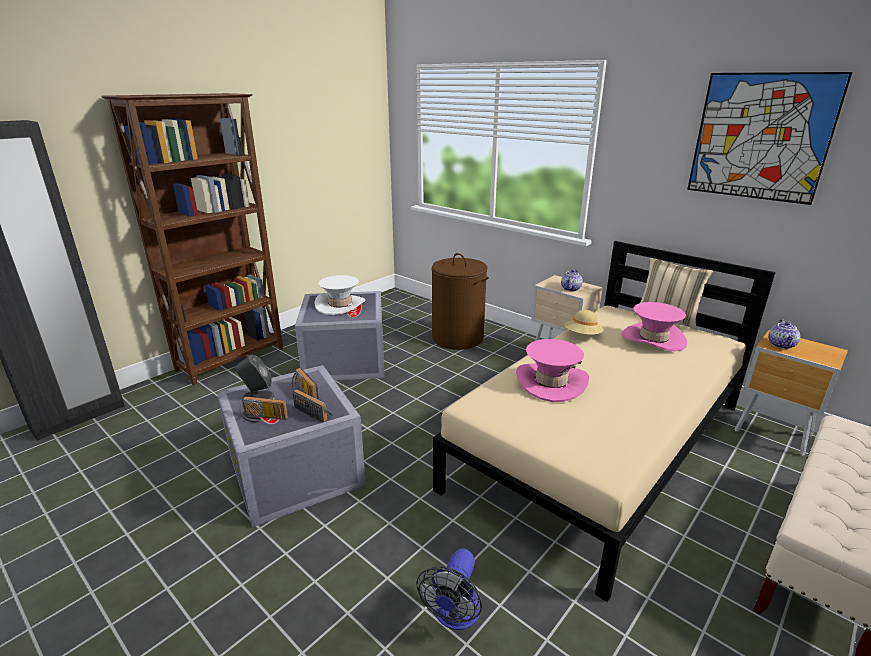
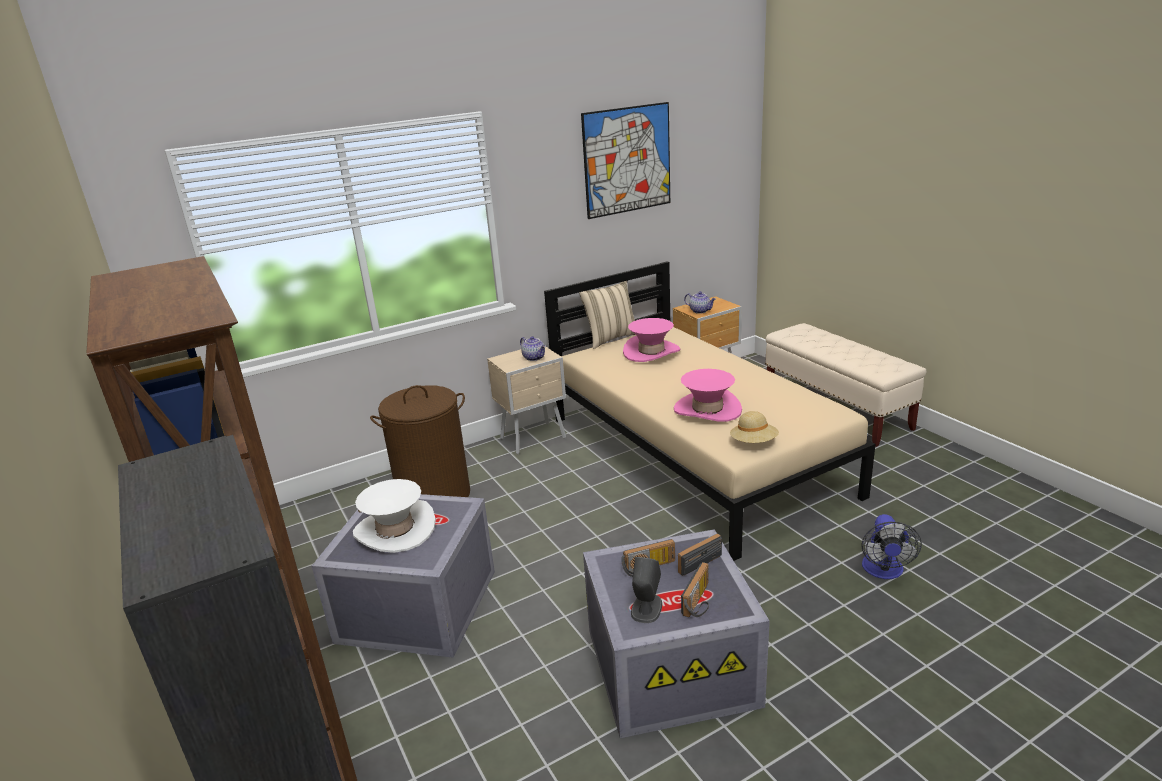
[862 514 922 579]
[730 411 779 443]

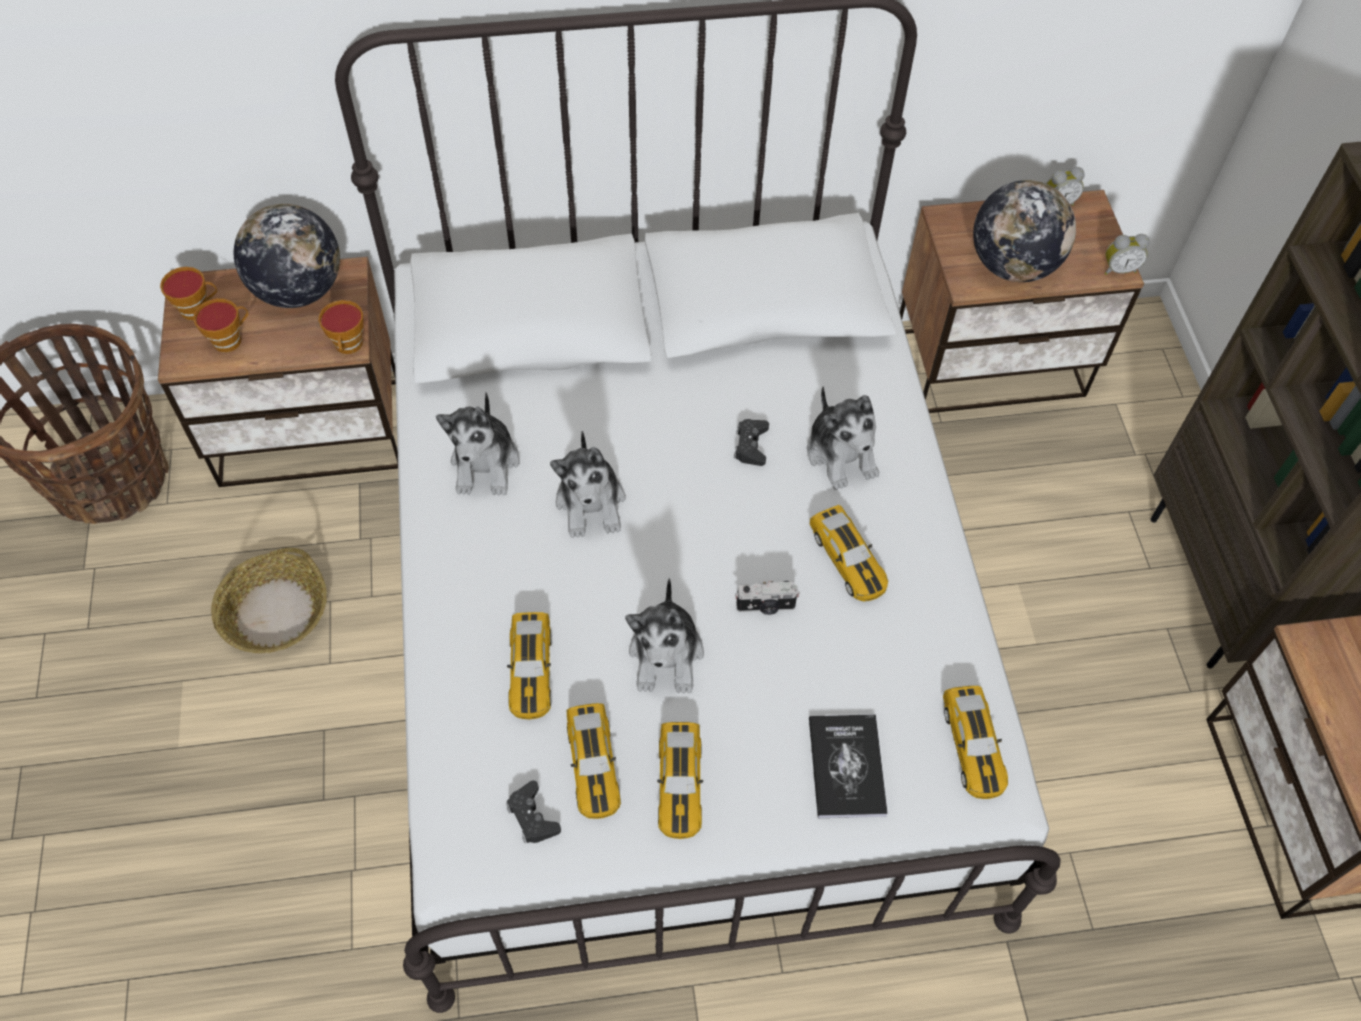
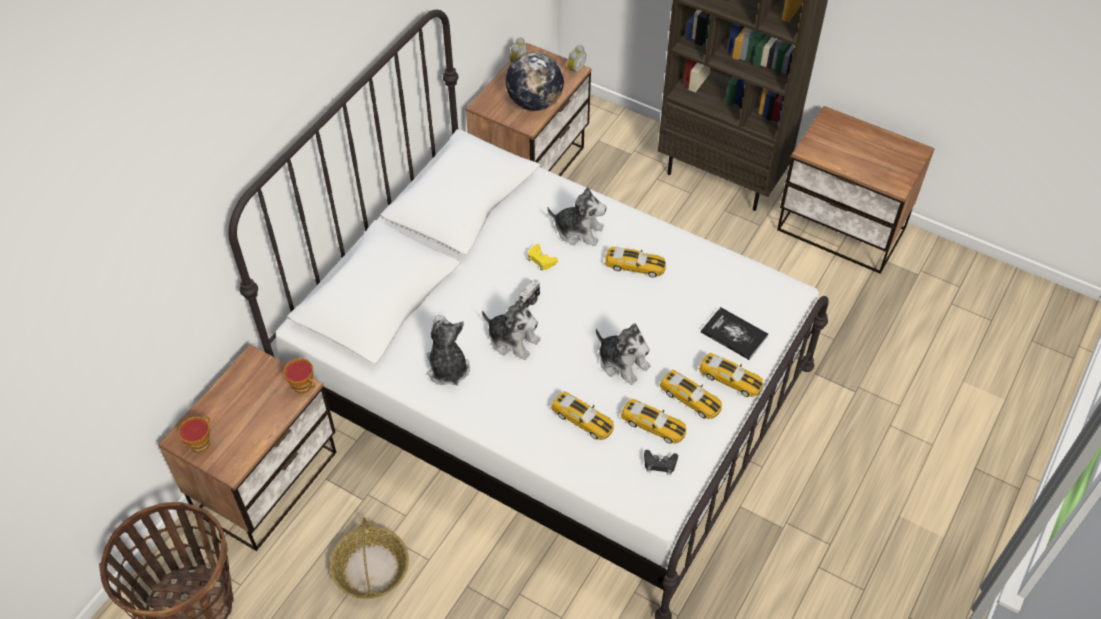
[193 298 249 352] (first image)
[234 204 340 308] (first image)
[426 315 470 385]
[527 244 558 271]
[516 279 540 308]
[699 353 763 397]

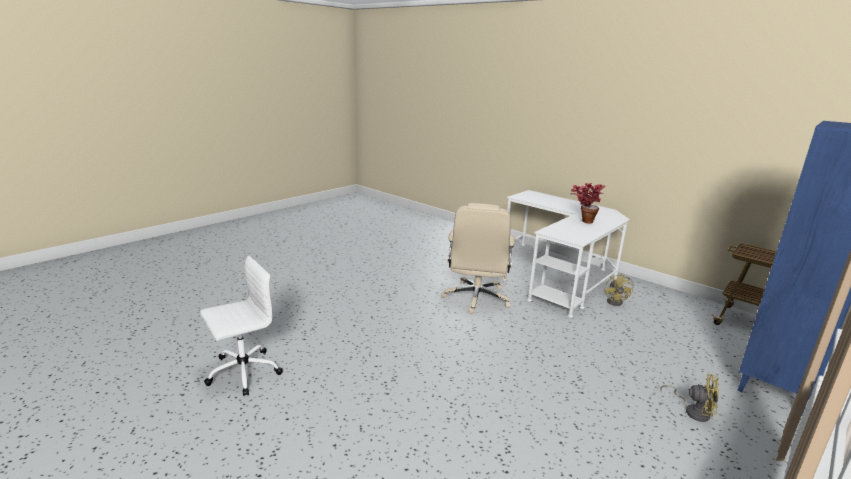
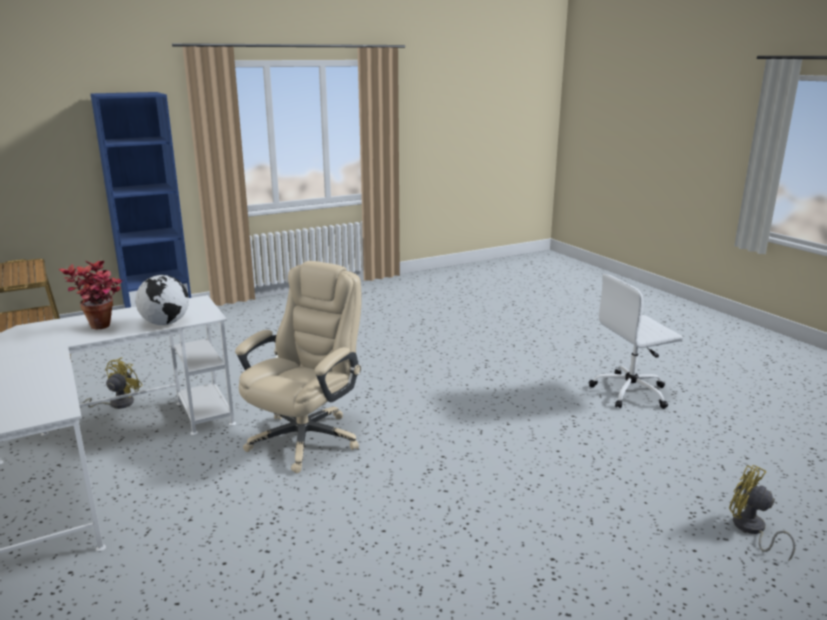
[729 465 795 562]
[135 275 189 325]

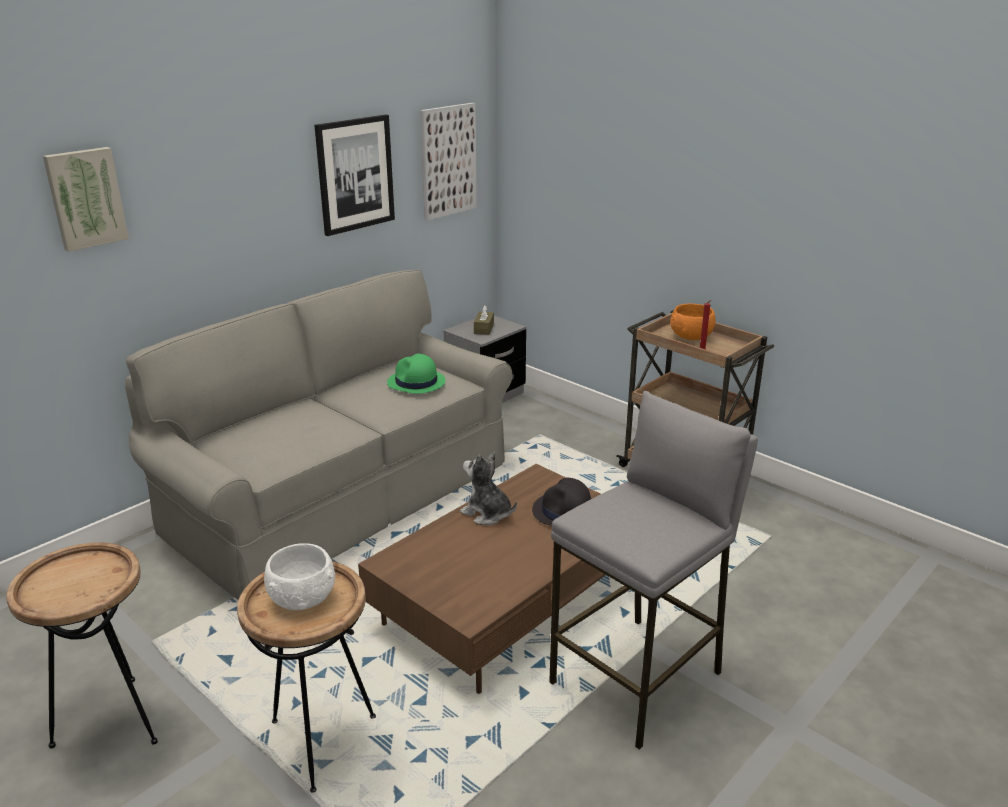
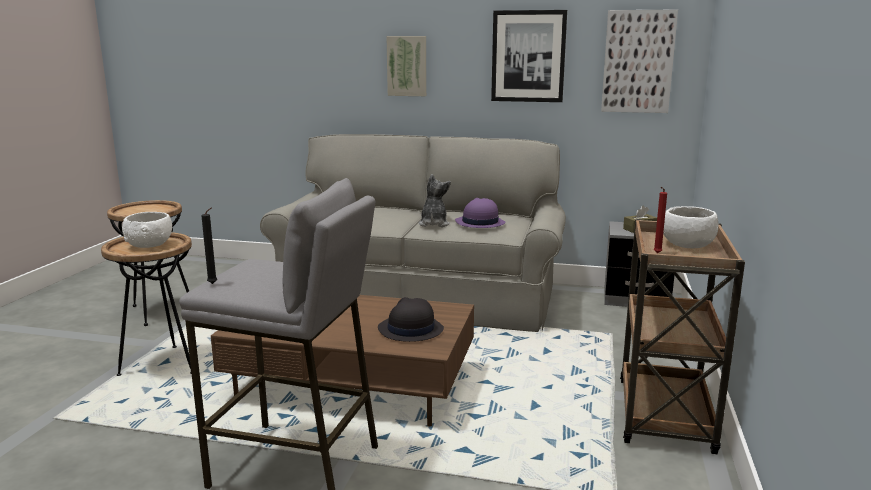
[386 36 426 96]
[455 198 506 228]
[419 174 451 227]
[663 206 718 248]
[201 208 217 284]

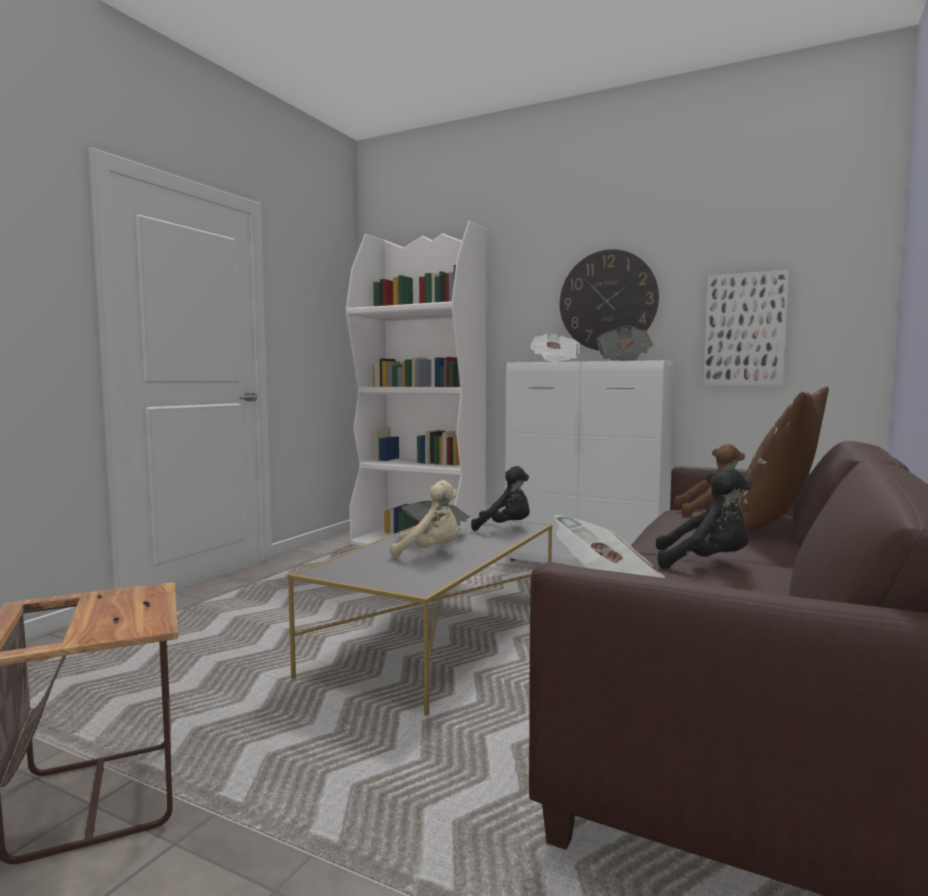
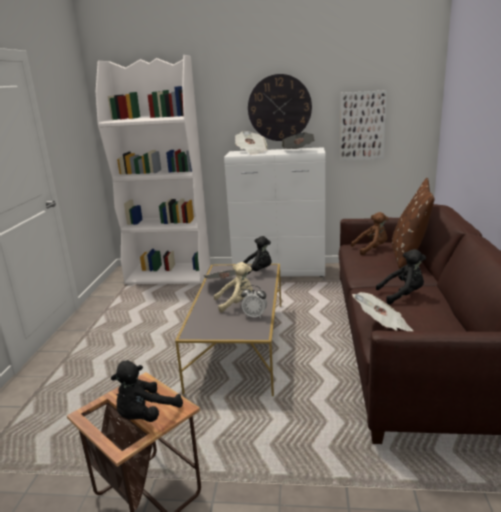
[111 360 183 422]
[241 285 267 318]

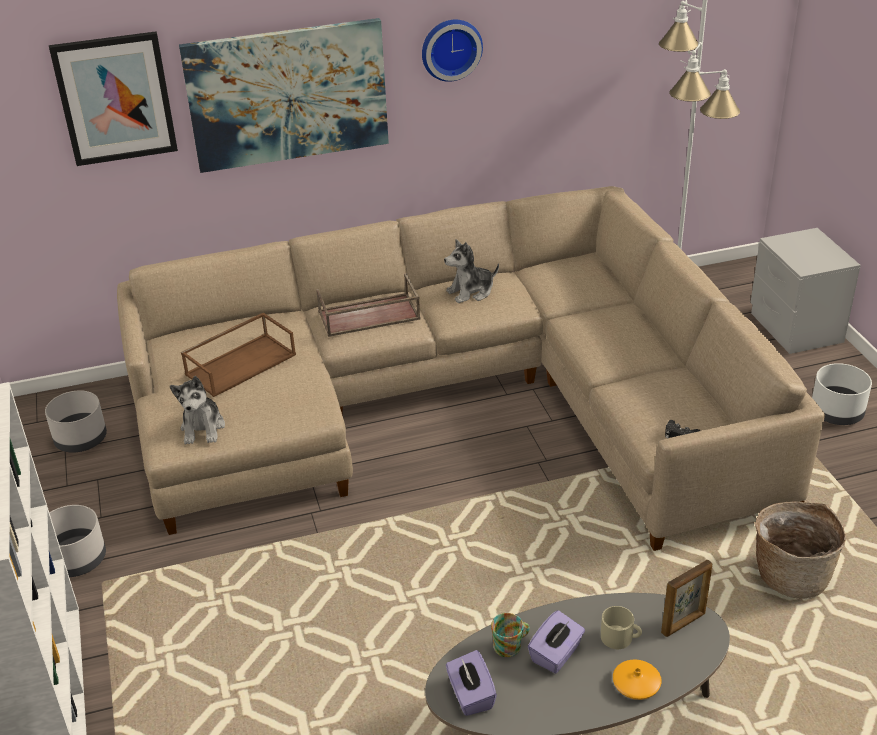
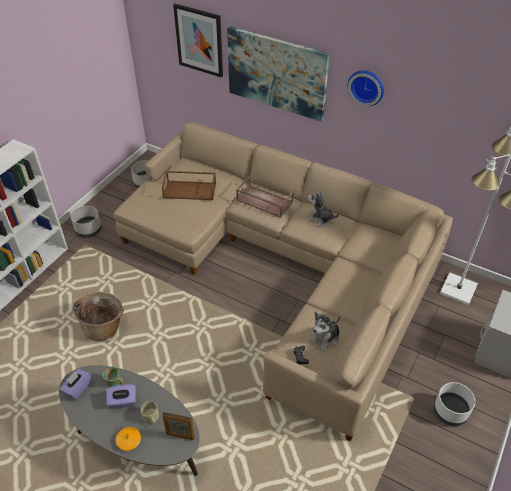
[309 312 340 352]
[73 292 124 341]

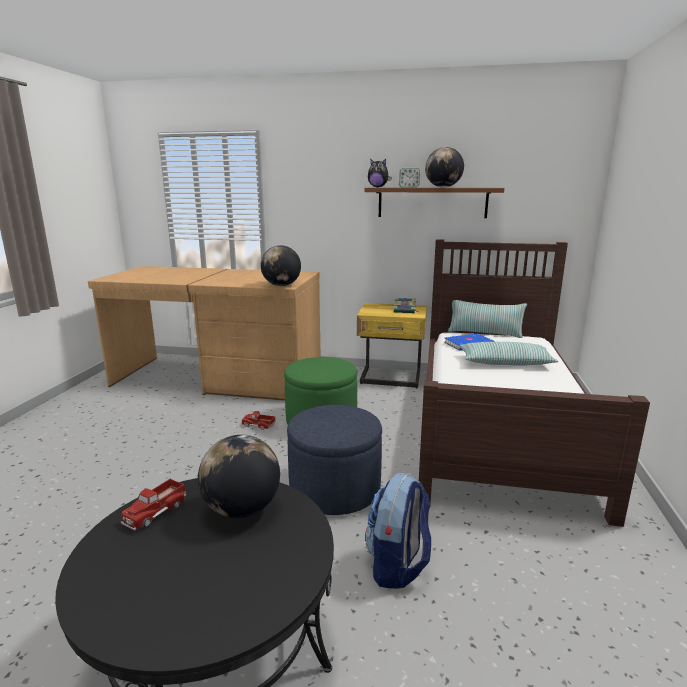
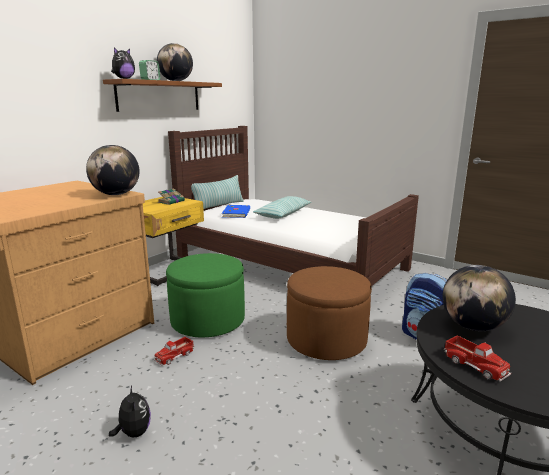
[287 266 372 360]
[109 385 151 437]

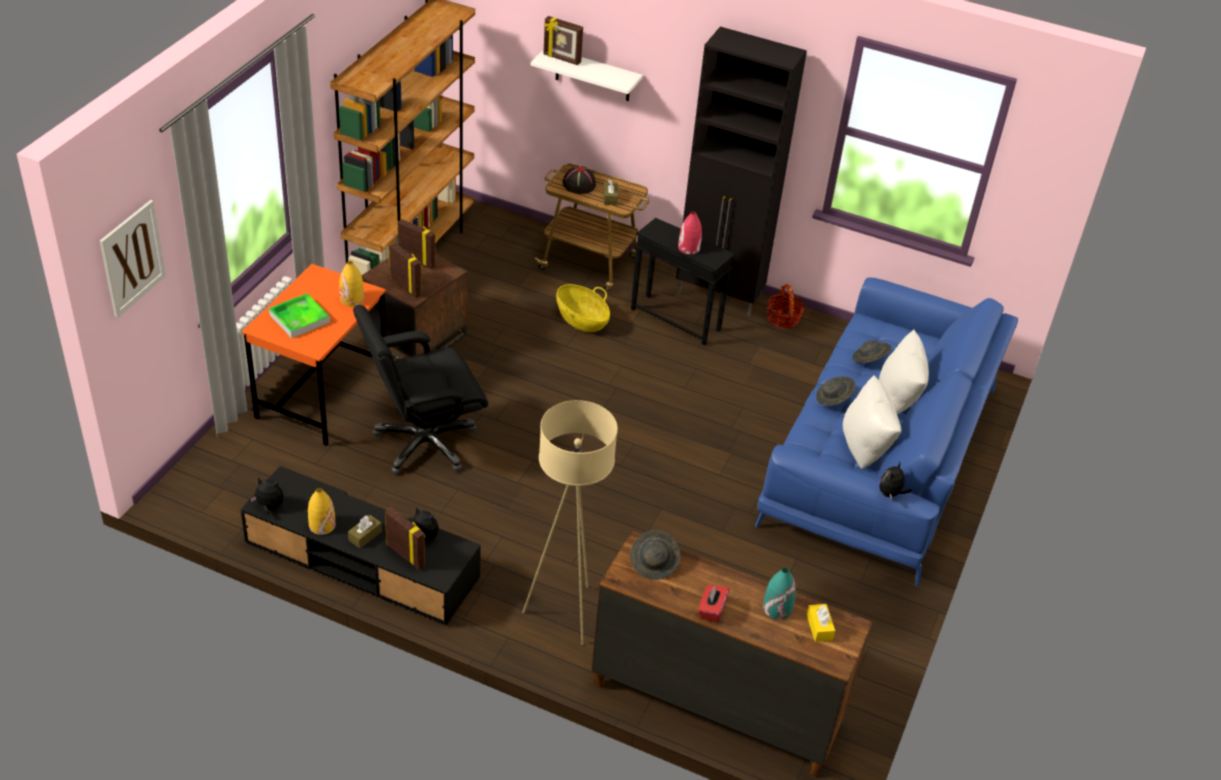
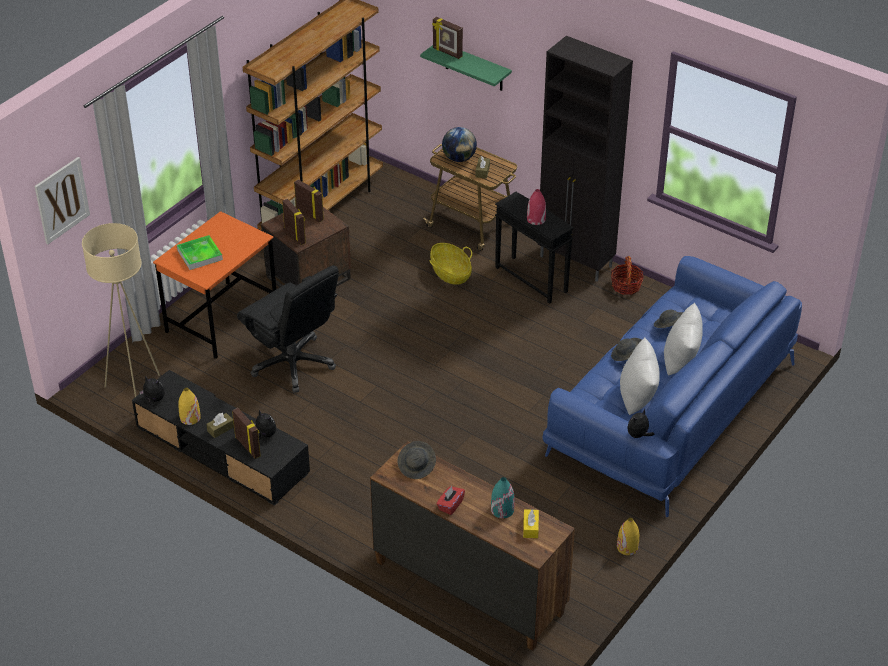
[617 518 639 555]
[237 265 339 393]
[82 223 160 397]
[420 45 512 91]
[442 127 477 162]

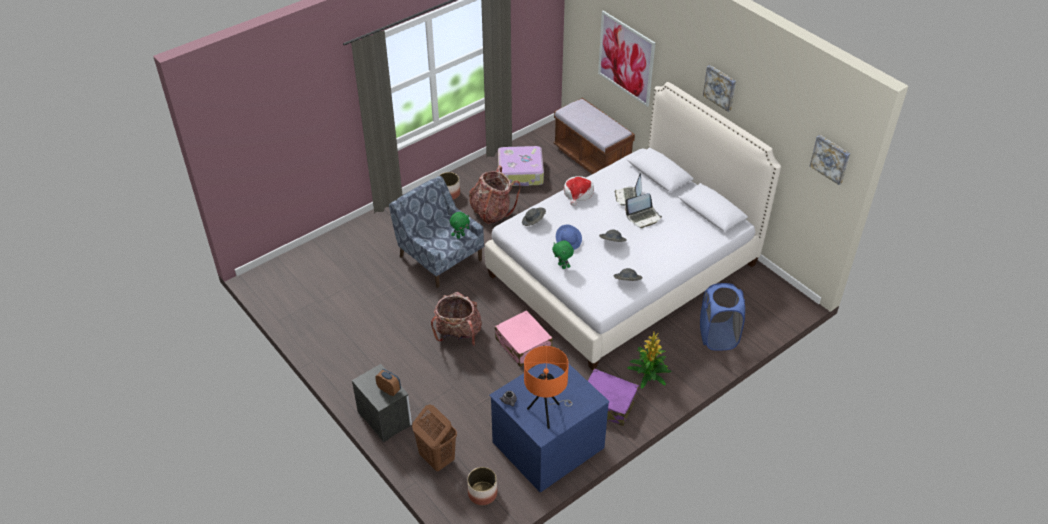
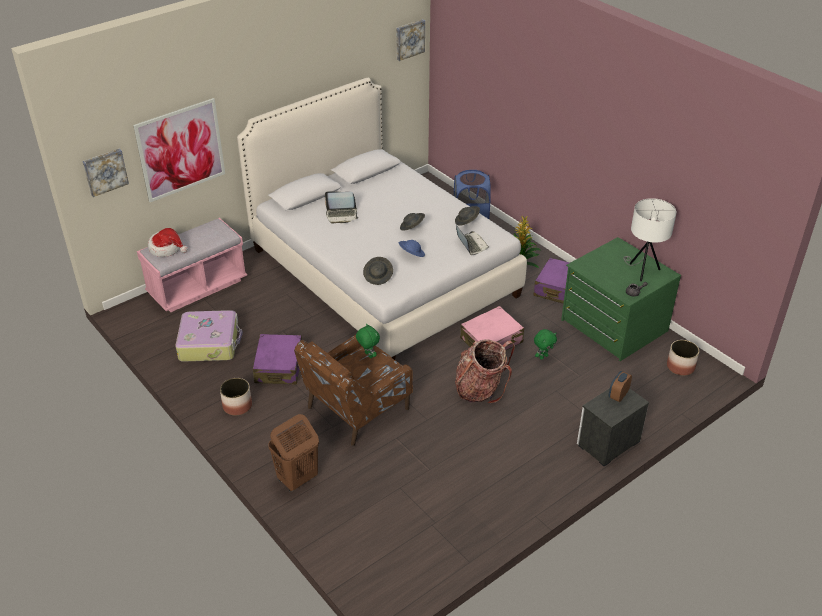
[294 335 413 446]
[269 414 319 492]
[253 334 302 385]
[561 237 681 361]
[623 198 677 281]
[534 329 557 360]
[137 218 247 312]
[148 228 188 257]
[456 225 489 255]
[83 148 129 197]

